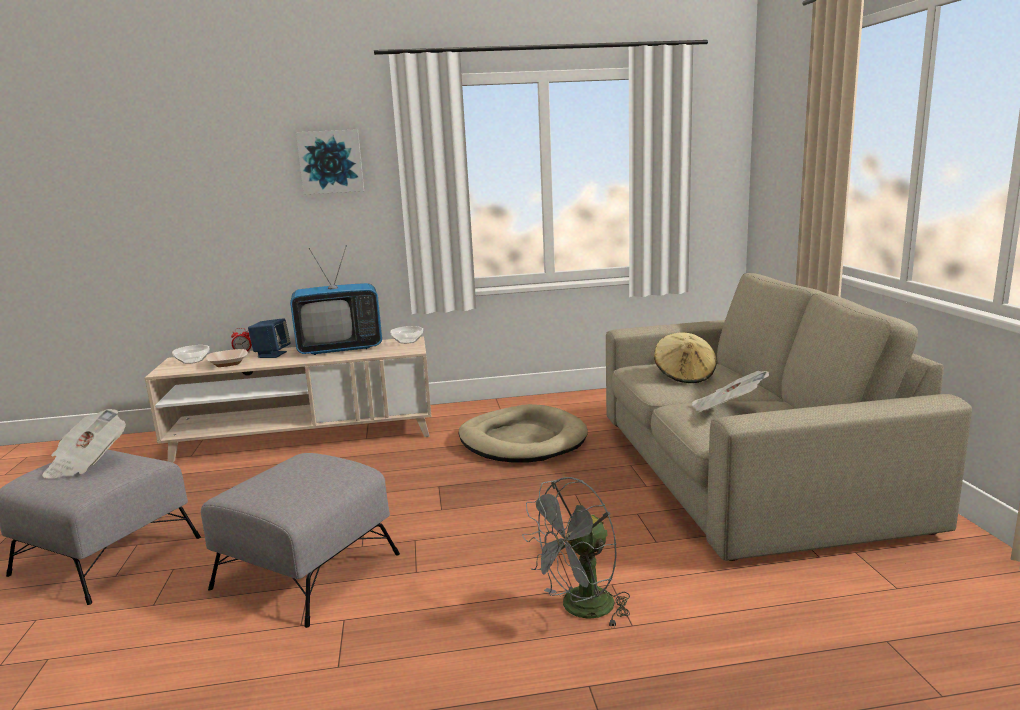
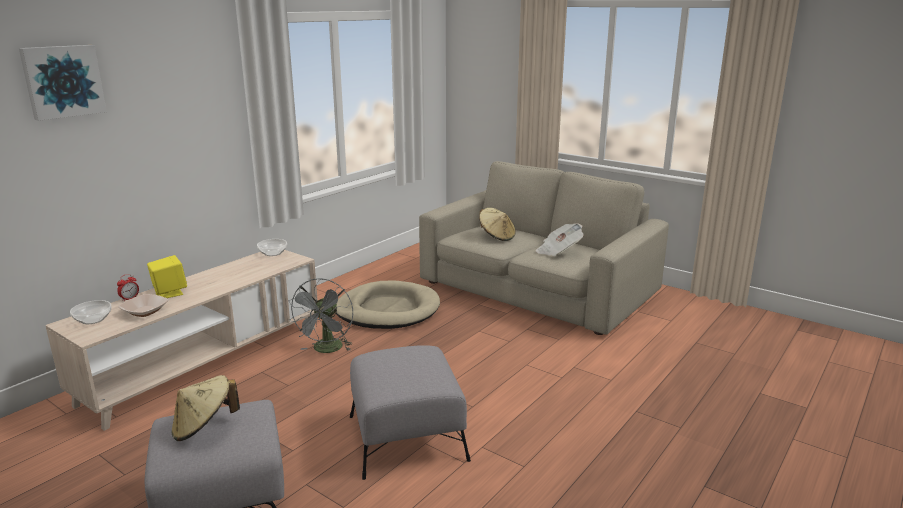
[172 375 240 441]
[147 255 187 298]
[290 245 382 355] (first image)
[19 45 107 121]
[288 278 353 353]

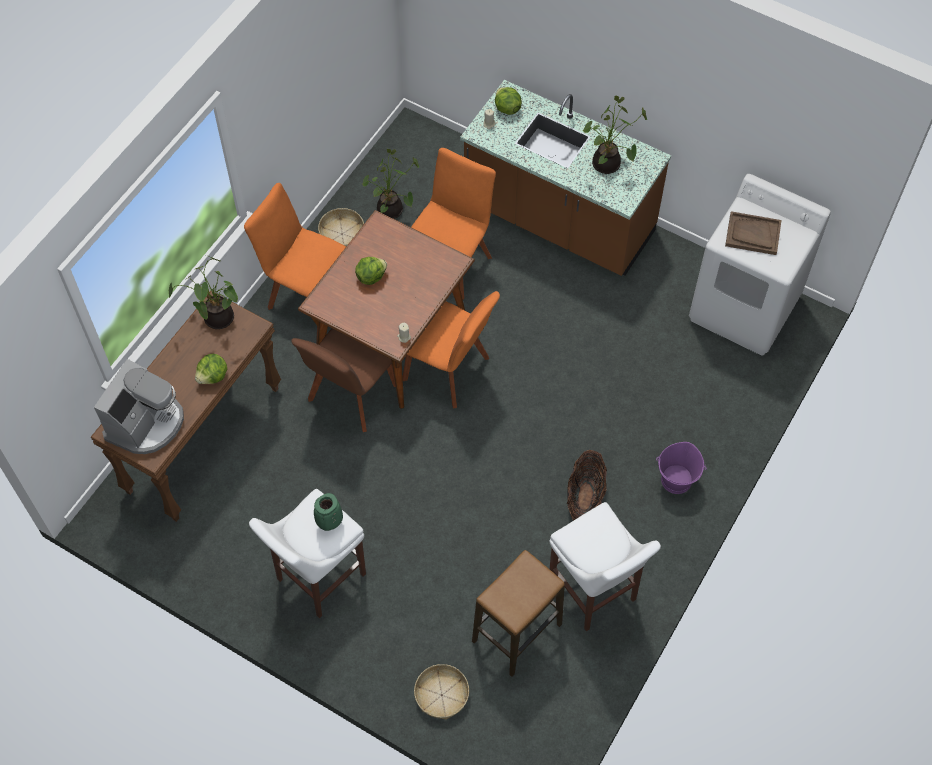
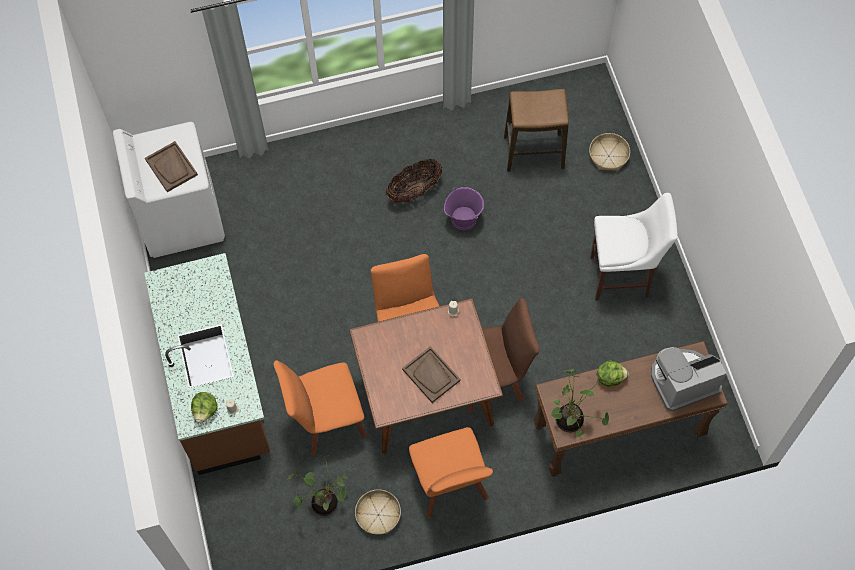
[314 493 343 531] (first image)
[402 346 461 403]
[549 502 661 631] (first image)
[582 96 647 174] (first image)
[444 187 484 230]

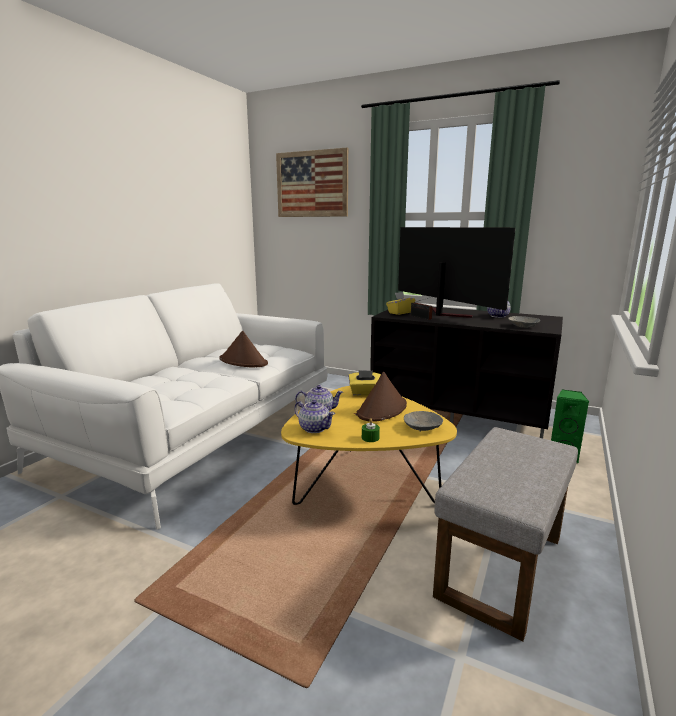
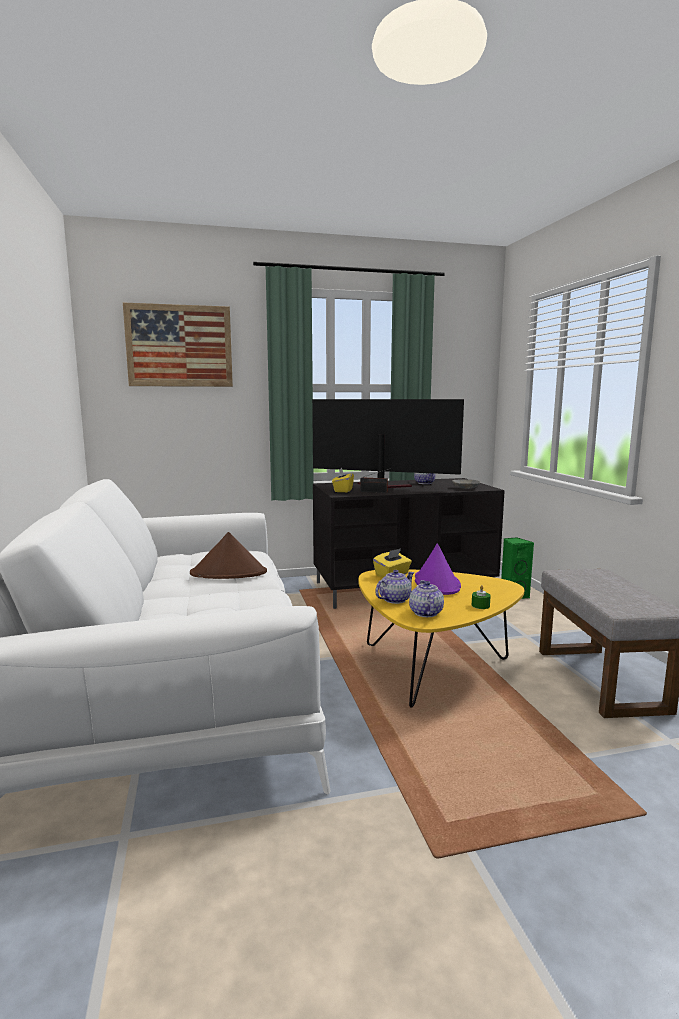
[409 580 444 617]
[415 544 461 595]
[404 411 443 432] (first image)

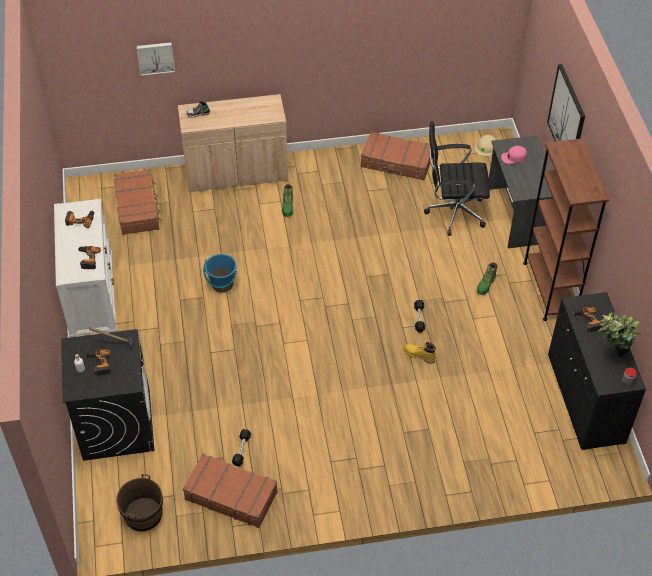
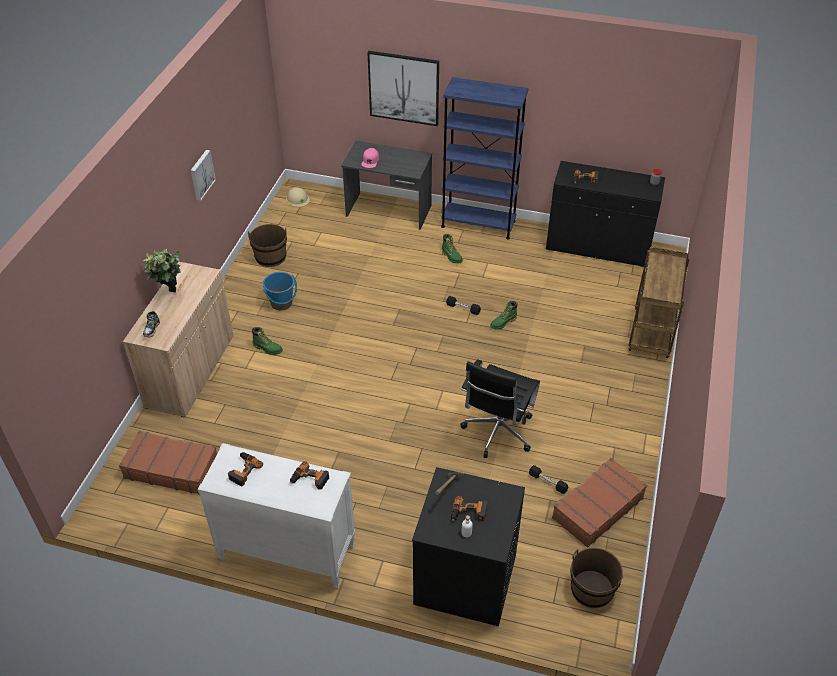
[191 150 216 201]
[263 272 297 310]
[248 224 287 267]
[490 301 518 330]
[460 359 540 458]
[441 77 528 239]
[143 249 181 293]
[628 247 690 358]

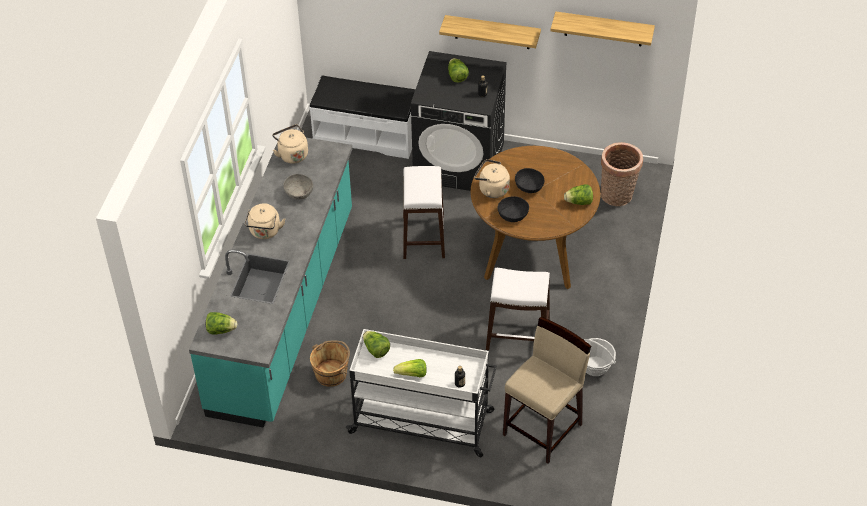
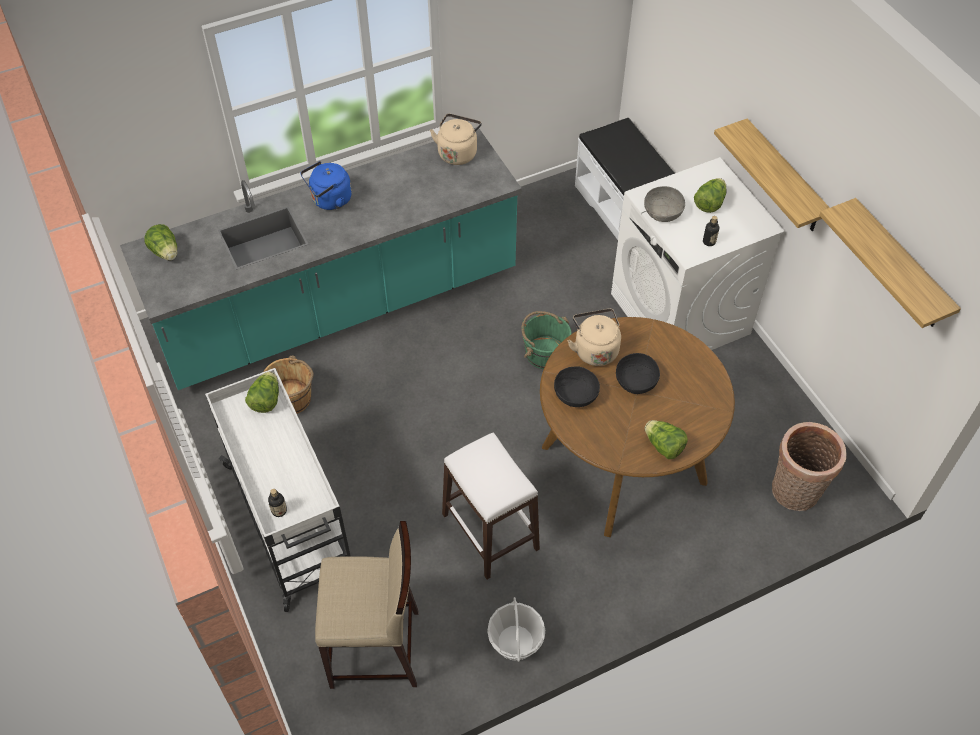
[300 161 352 210]
[644 186 685 222]
[393 359 427 377] (first image)
[522 311 572 369]
[611 157 785 350]

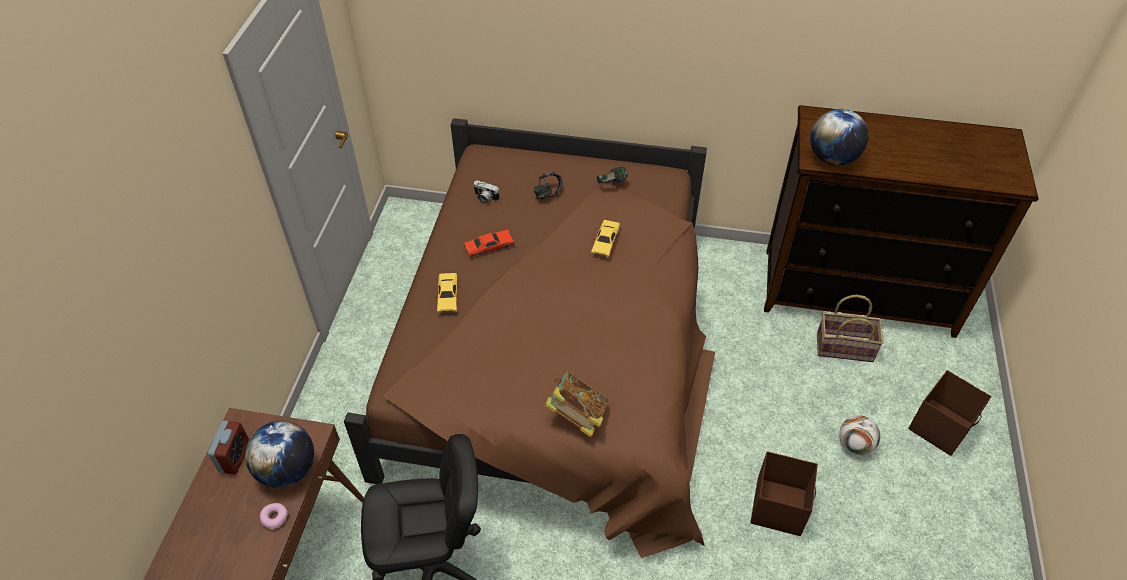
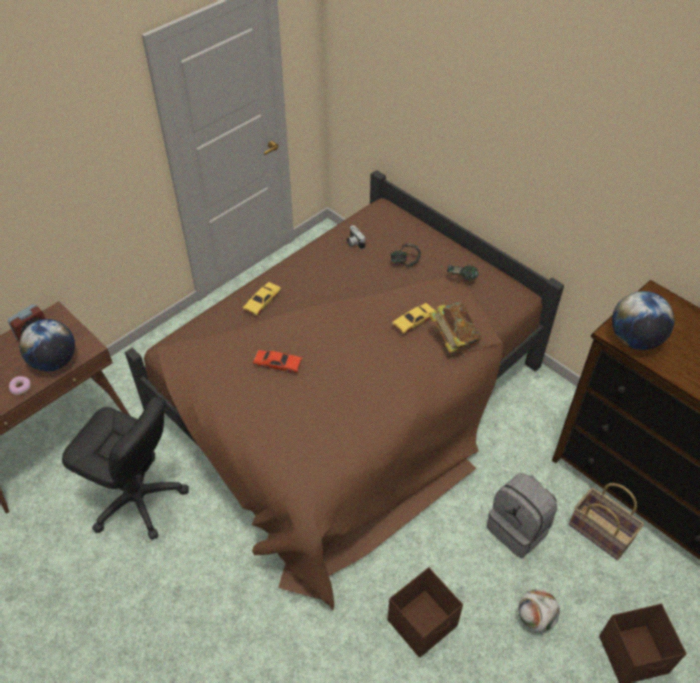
[253 350 303 374]
[429 302 482 353]
[487 472 557 558]

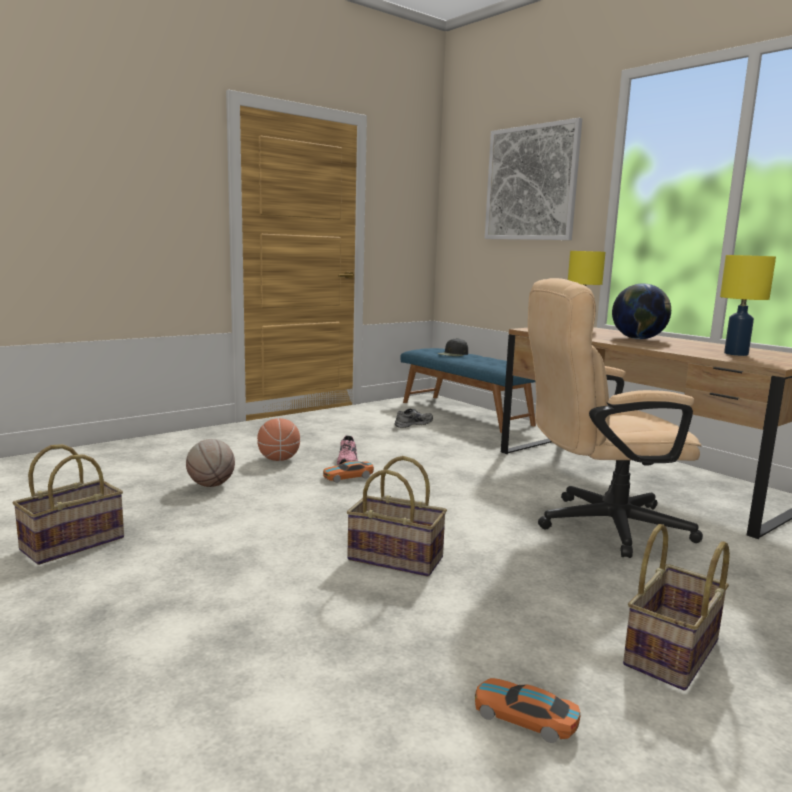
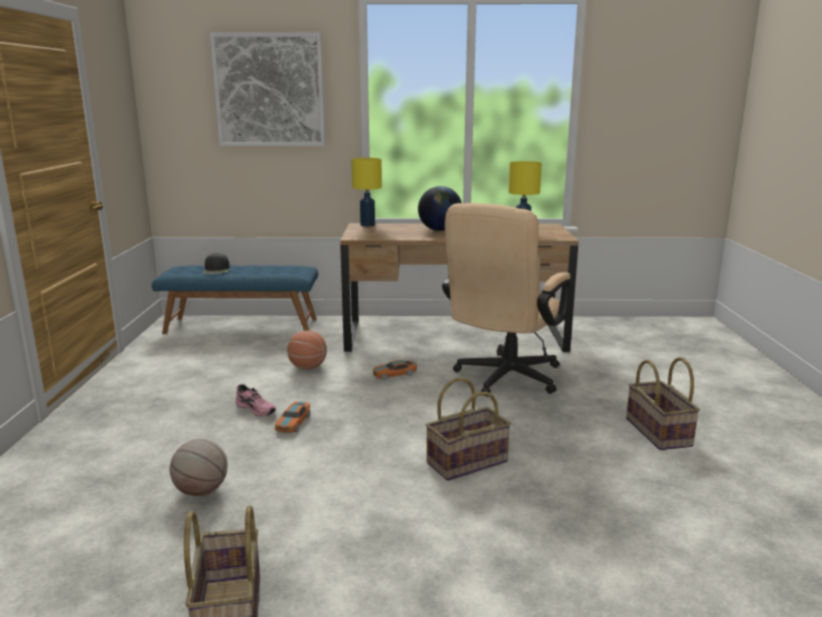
[287 331 327 370]
[394 408 433 428] (first image)
[373 360 417 380]

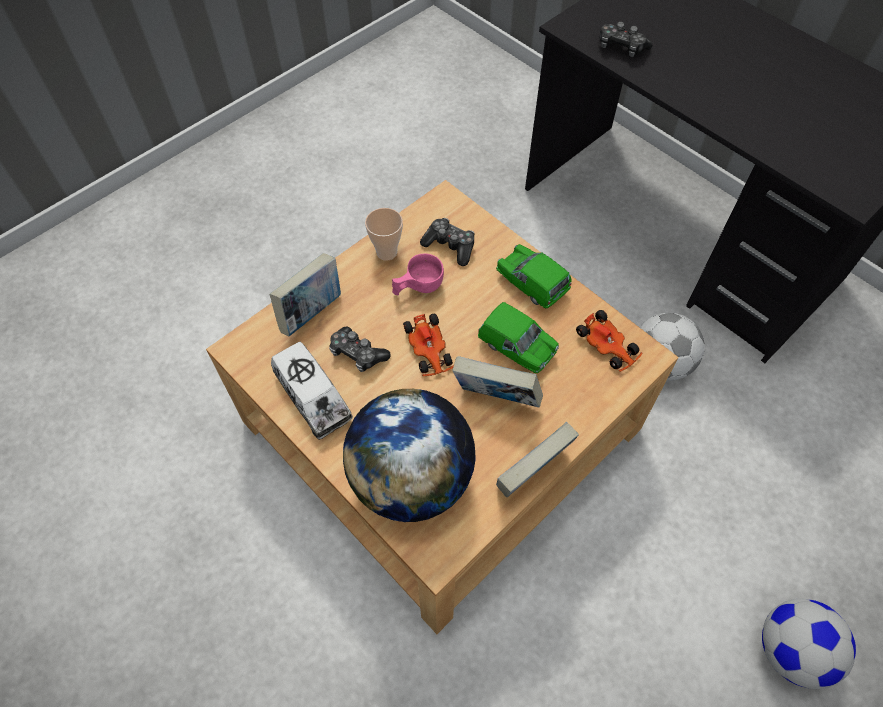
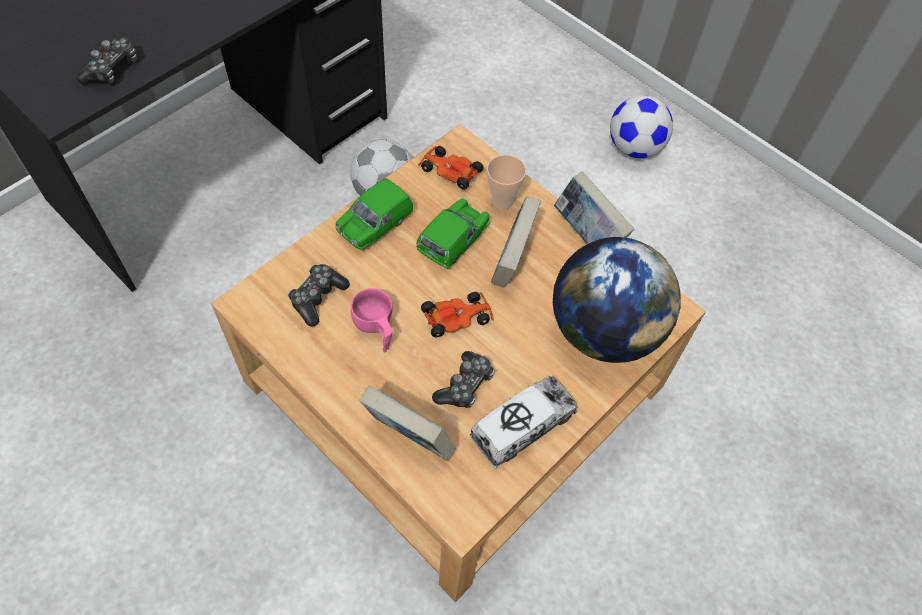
[487 155 526 210]
[418 146 484 190]

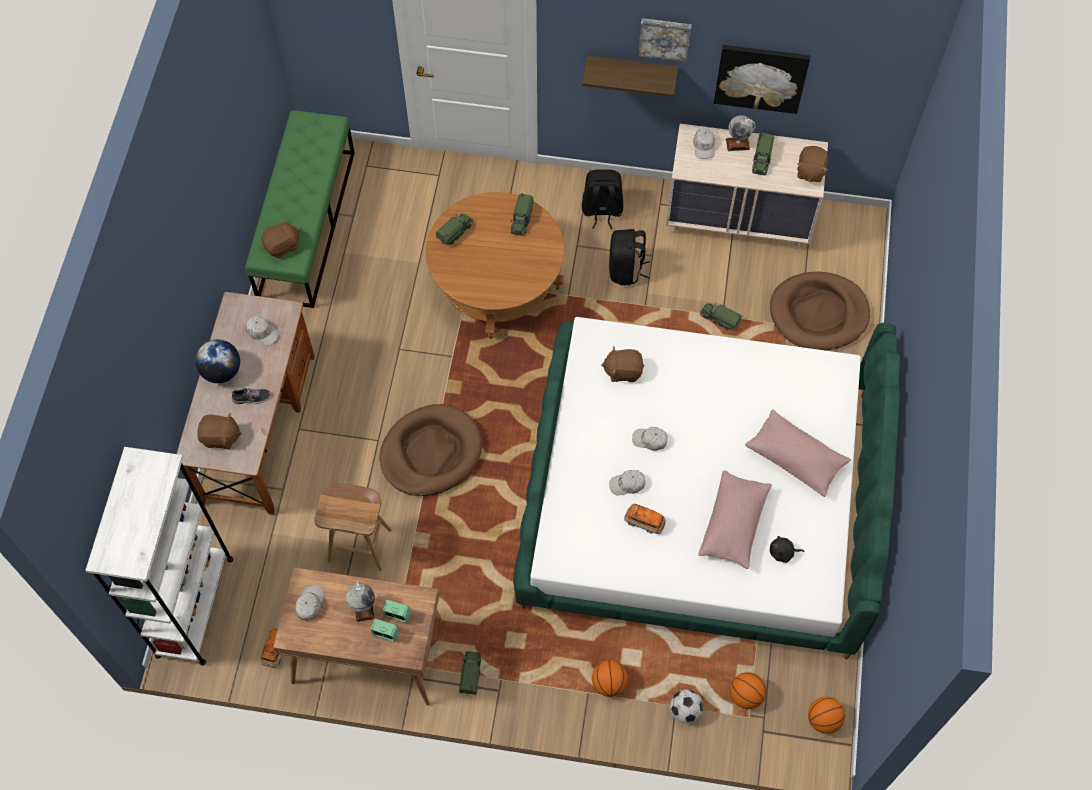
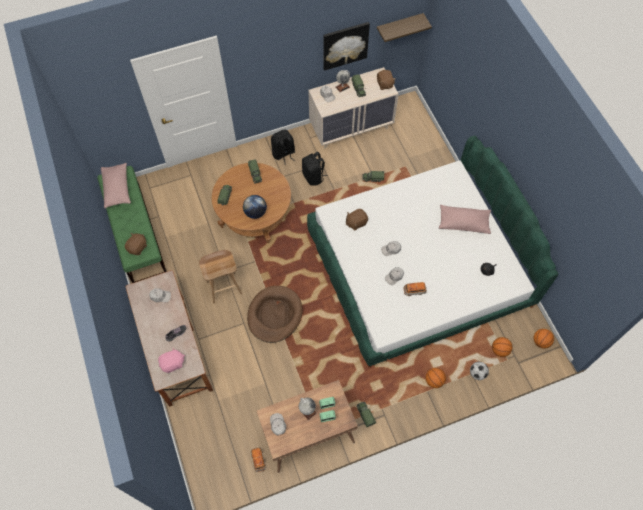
[85 447 233 666] (first image)
[243 195 267 219]
[158 348 185 373]
[199 250 242 303]
[377 13 432 42]
[638 18 692 62] (first image)
[101 163 131 208]
[770 272 870 351] (first image)

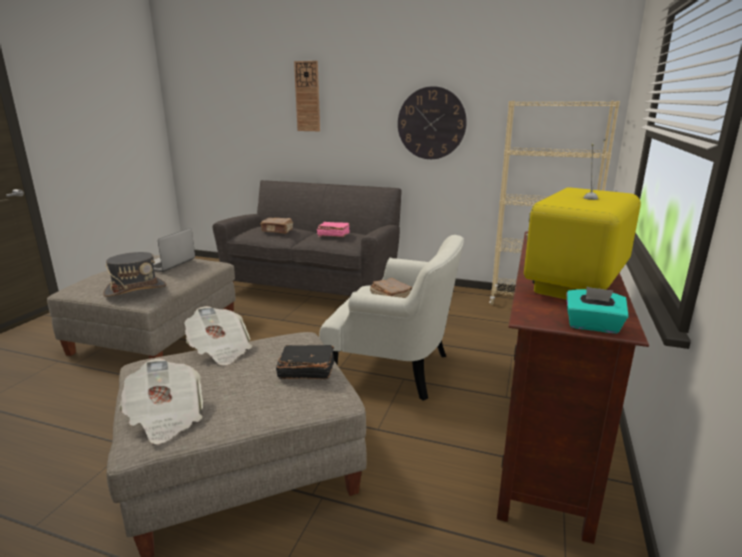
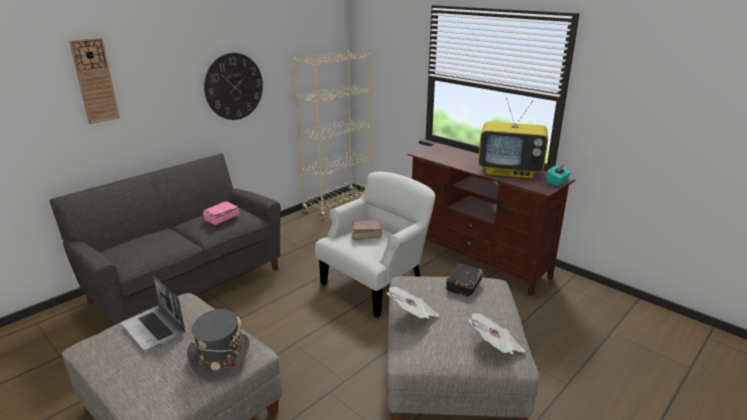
[260 218 293 234] (first image)
[478 98 548 178]

